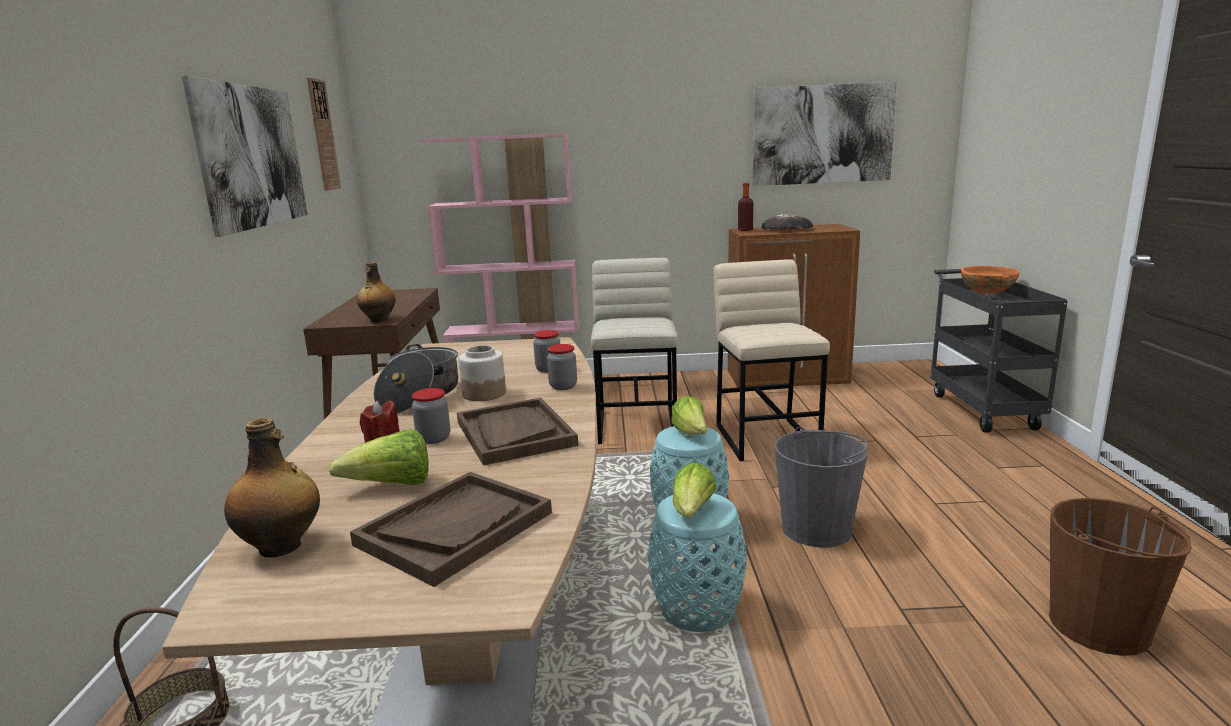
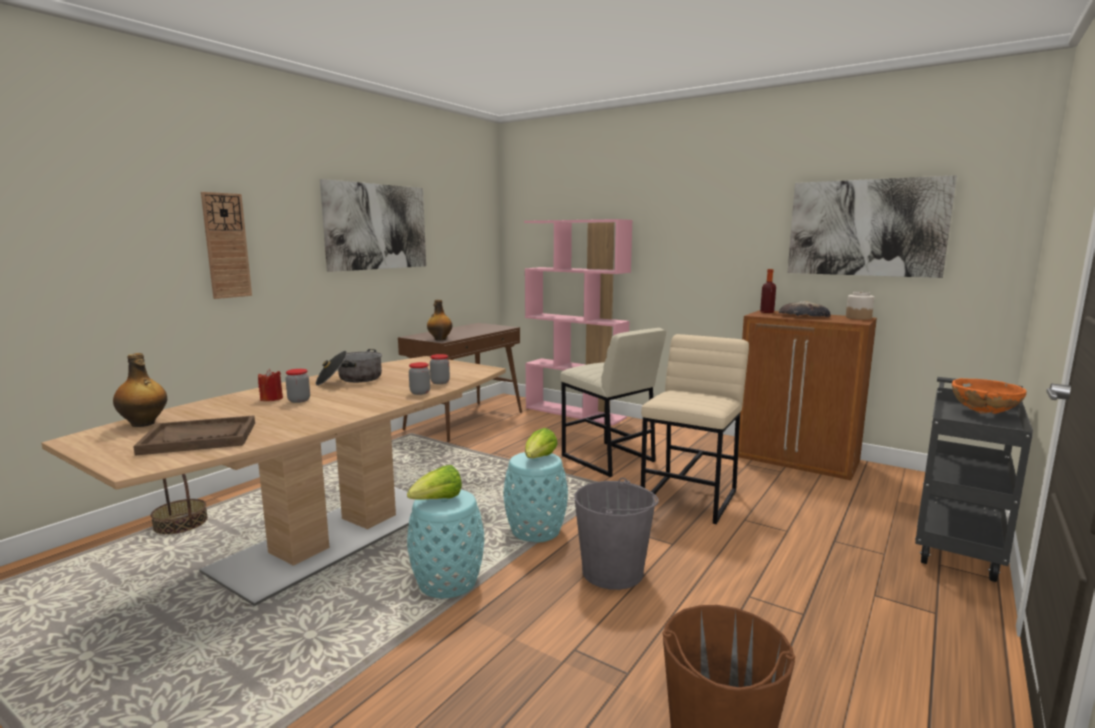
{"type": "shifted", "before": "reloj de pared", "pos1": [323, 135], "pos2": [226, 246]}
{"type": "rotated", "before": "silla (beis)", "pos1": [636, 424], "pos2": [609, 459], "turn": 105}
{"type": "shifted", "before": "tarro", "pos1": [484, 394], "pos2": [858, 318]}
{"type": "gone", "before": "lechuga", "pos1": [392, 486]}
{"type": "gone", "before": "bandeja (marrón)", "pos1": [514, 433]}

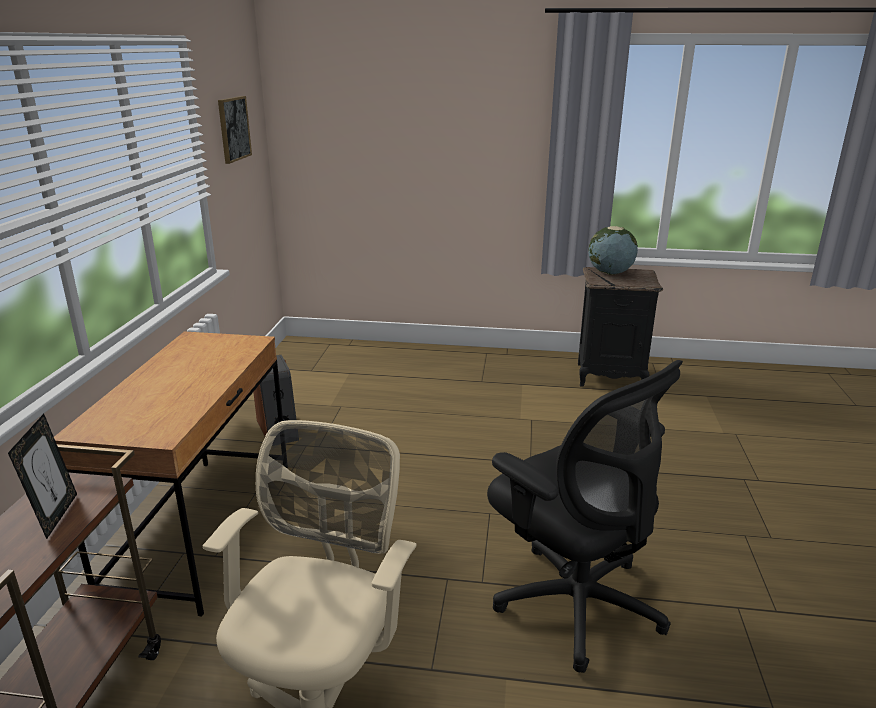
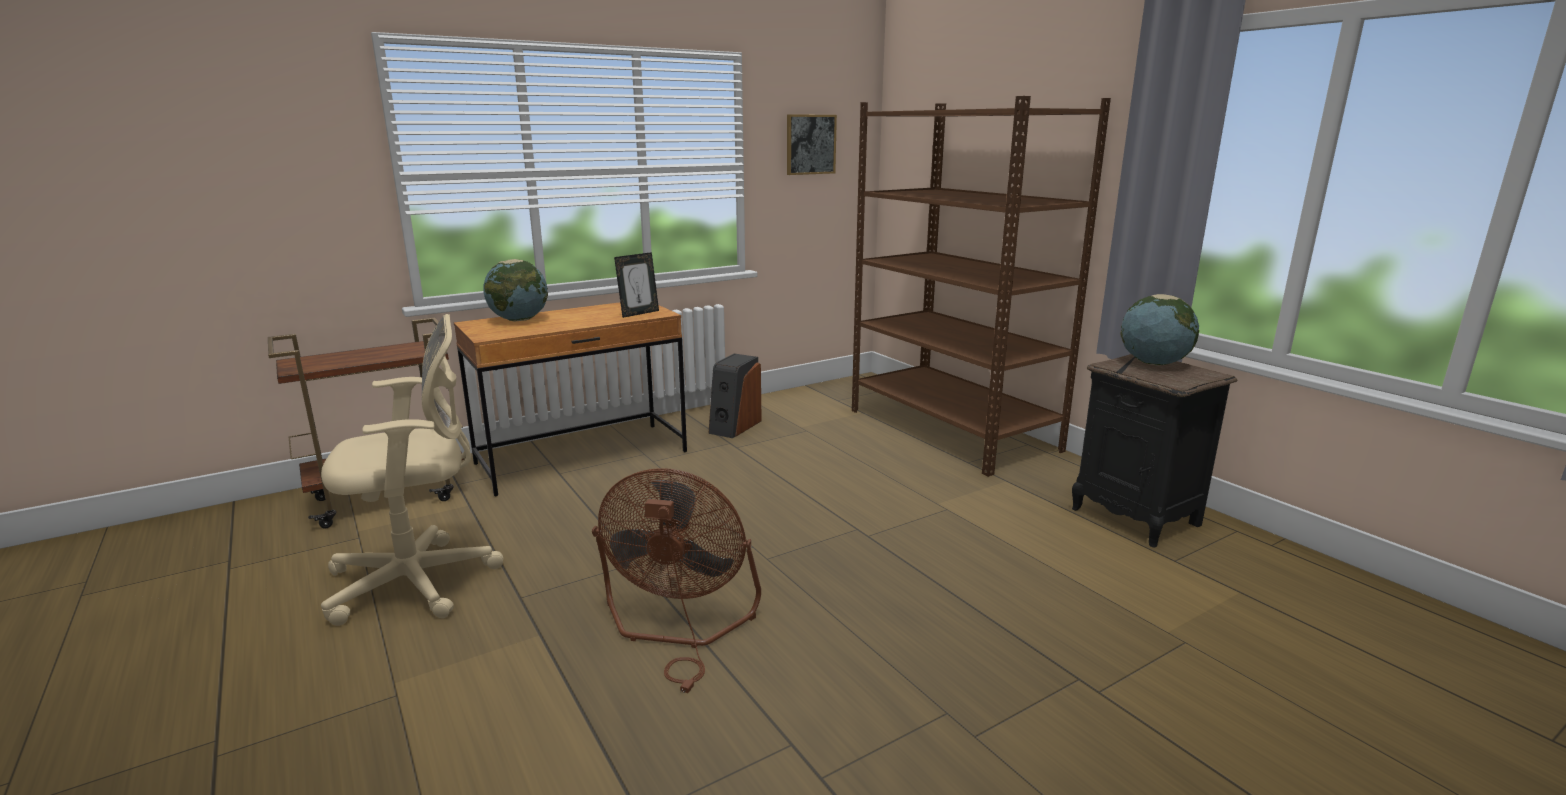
{"type": "new", "after": "globo terráqueo", "pos2": [519, 320]}
{"type": "swapped", "before": "silla de oficina (negro)", "after": "ventilador (marrón)", "pos1": [567, 599], "pos2": [676, 629]}
{"type": "shifted", "before": "portarretratos", "pos1": [56, 516], "pos2": [639, 313]}
{"type": "new", "after": "estantería (marrón)", "pos2": [951, 430]}

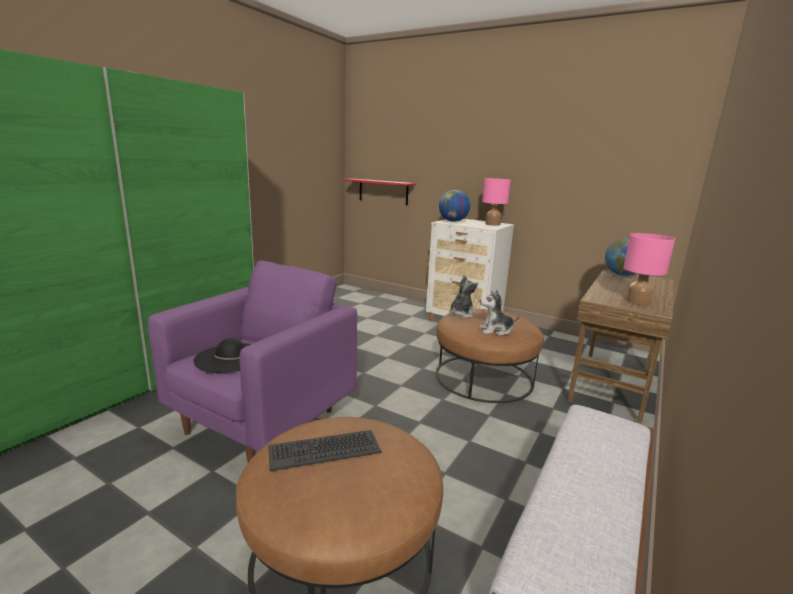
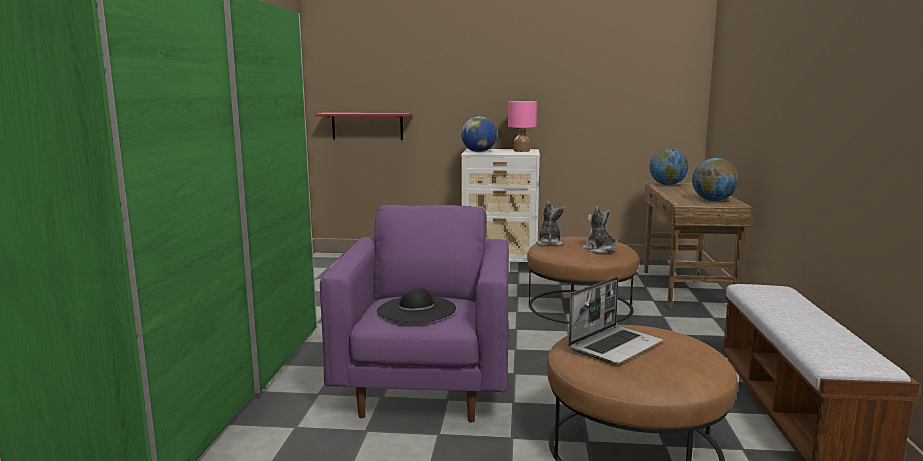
{"type": "swapped", "before": "teclado", "after": "portátil", "pos1": [324, 449], "pos2": [615, 345]}
{"type": "rotated", "before": "peluche", "pos1": [496, 330], "pos2": [599, 250], "turn": 90}
{"type": "swapped", "before": "lámpara de mesa (rosa)", "after": "globo terráqueo", "pos1": [637, 301], "pos2": [713, 200]}

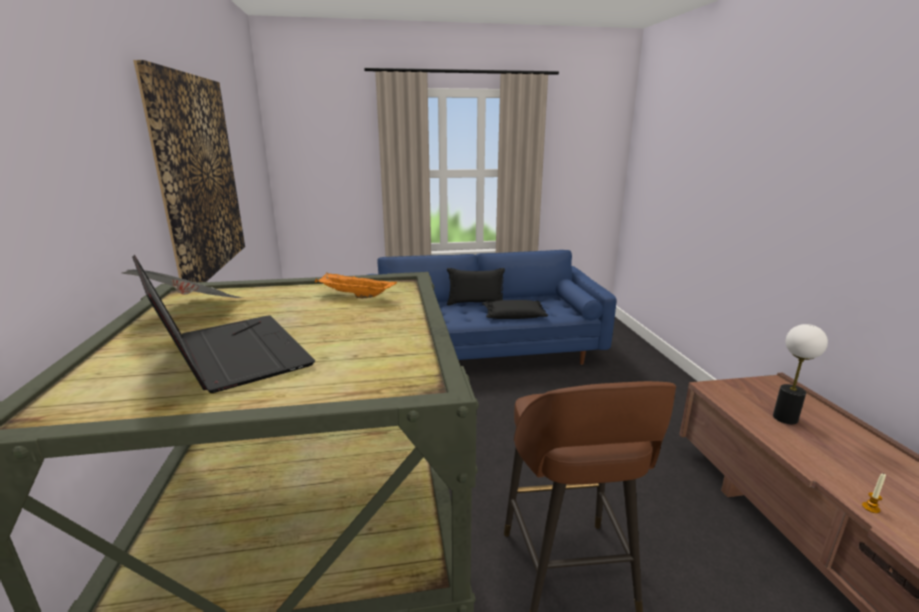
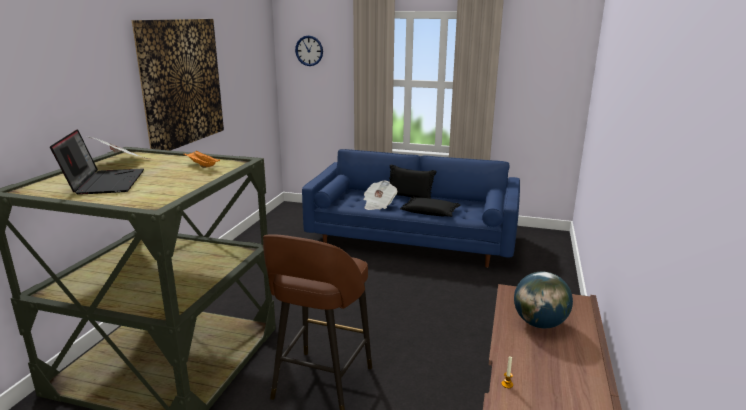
{"type": "new", "after": "reloj de pared", "pos2": [309, 50]}
{"type": "new", "after": "periódico", "pos2": [378, 205]}
{"type": "swapped", "before": "lámpara de mesa", "after": "globo terráqueo", "pos1": [785, 418], "pos2": [539, 323]}

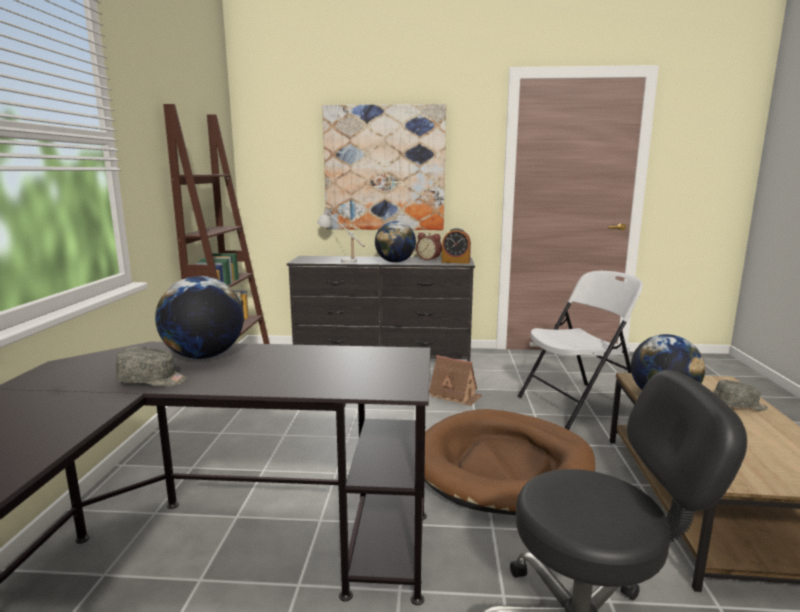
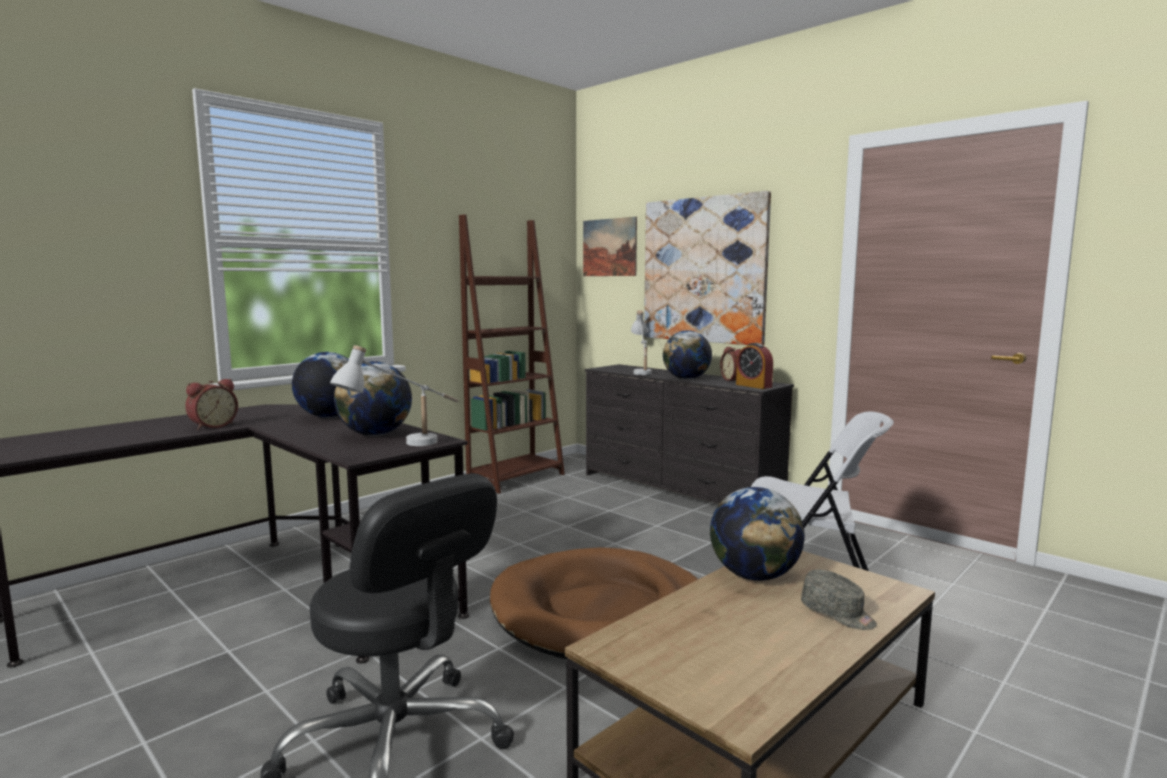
{"type": "new", "after": "despertador", "pos2": [212, 426]}
{"type": "new", "after": "lámpara de mesa (blanco)", "pos2": [403, 447]}
{"type": "new", "after": "globo terráqueo", "pos2": [375, 434]}
{"type": "new", "after": "cuadro", "pos2": [609, 247]}
{"type": "gone", "before": "gorra (gris)", "pos1": [153, 380]}
{"type": "gone", "before": "casita", "pos1": [455, 395]}

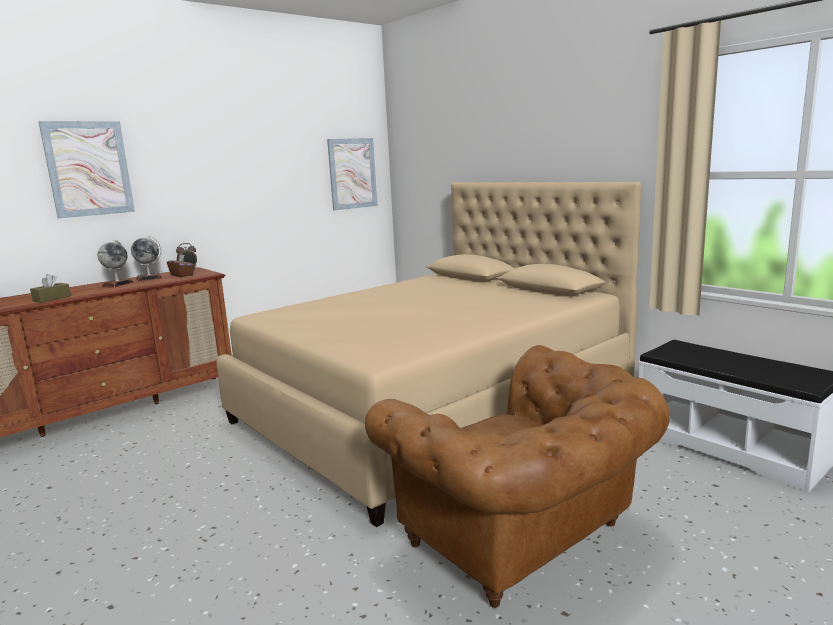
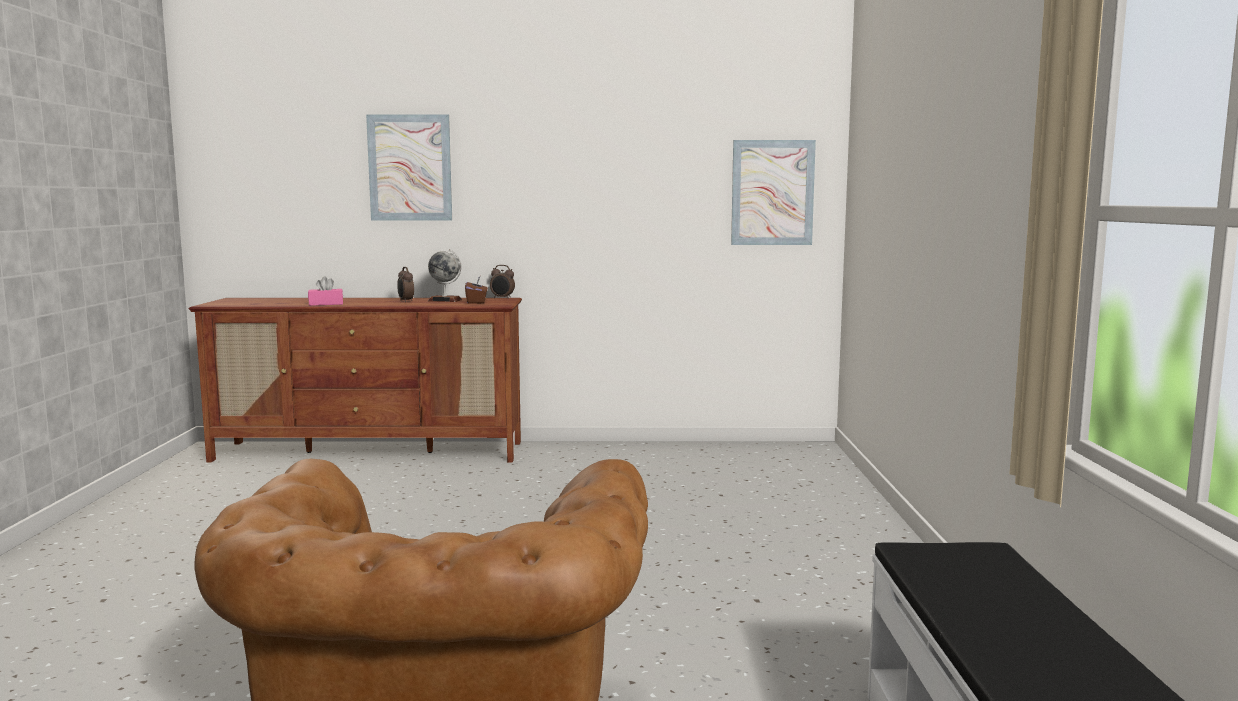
{"type": "repainted", "before": "caja de pañuelos (marrón)", "after": "caja de pañuelos (rosa)", "pos1": [52, 298], "pos2": [326, 304]}
{"type": "swapped", "before": "globo terráqueo", "after": "despertador", "pos1": [118, 284], "pos2": [405, 301]}
{"type": "gone", "before": "cama (beis)", "pos1": [433, 407]}

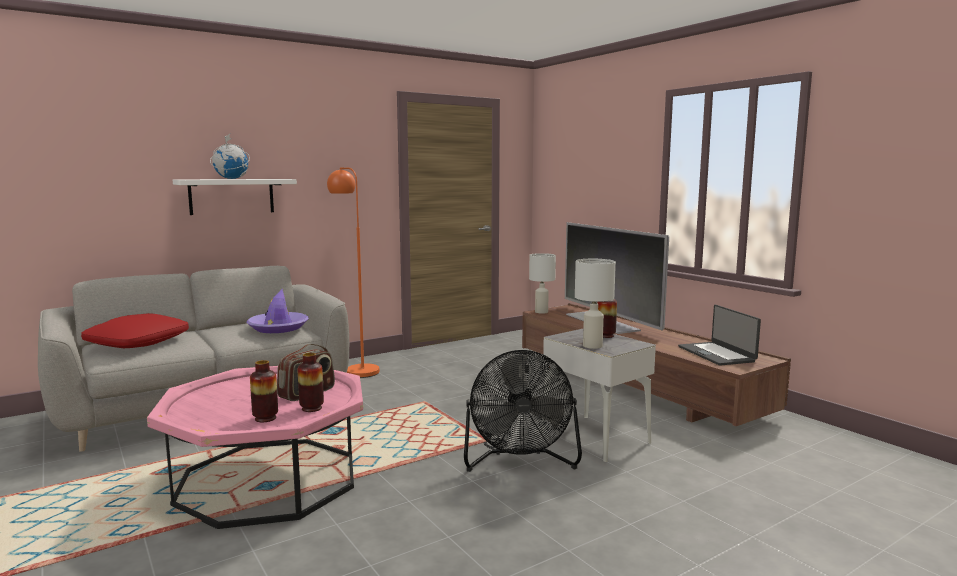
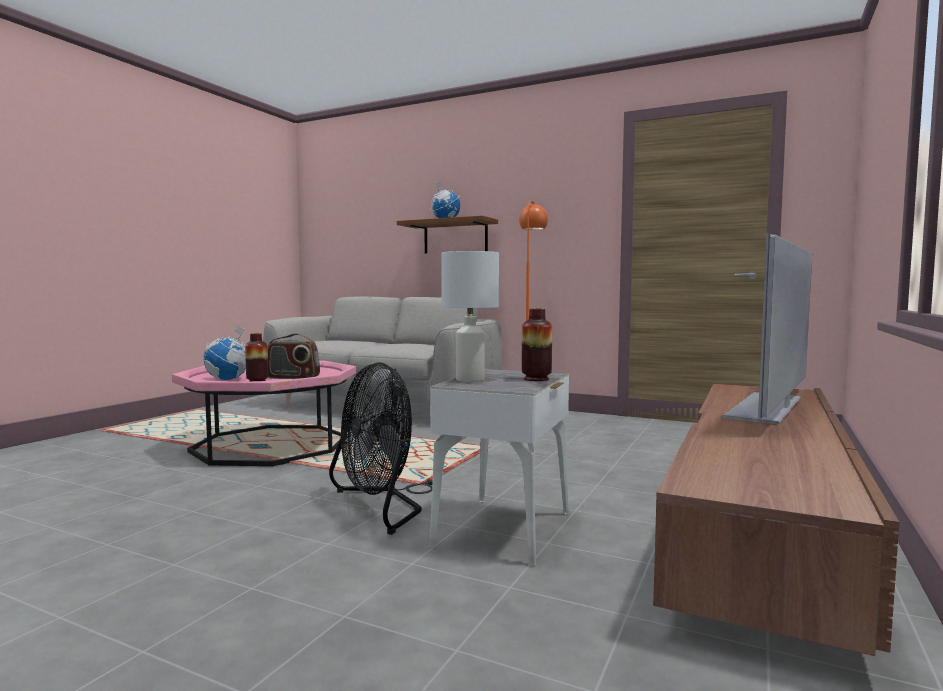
{"type": "swapped", "before": "florero", "after": "globo terráqueo", "pos1": [265, 418], "pos2": [228, 380]}
{"type": "repainted", "before": "estante (blanco)", "after": "estante (marrón)", "pos1": [232, 196], "pos2": [455, 237]}
{"type": "gone", "before": "cojín (rojo)", "pos1": [137, 342]}
{"type": "gone", "before": "sombrero (morado)", "pos1": [278, 328]}
{"type": "gone", "before": "lámpara de mesa (blanco)", "pos1": [541, 312]}
{"type": "gone", "before": "portátil", "pos1": [717, 354]}

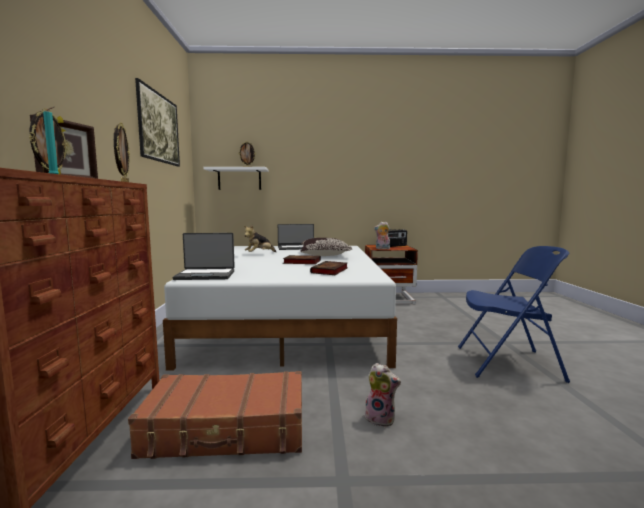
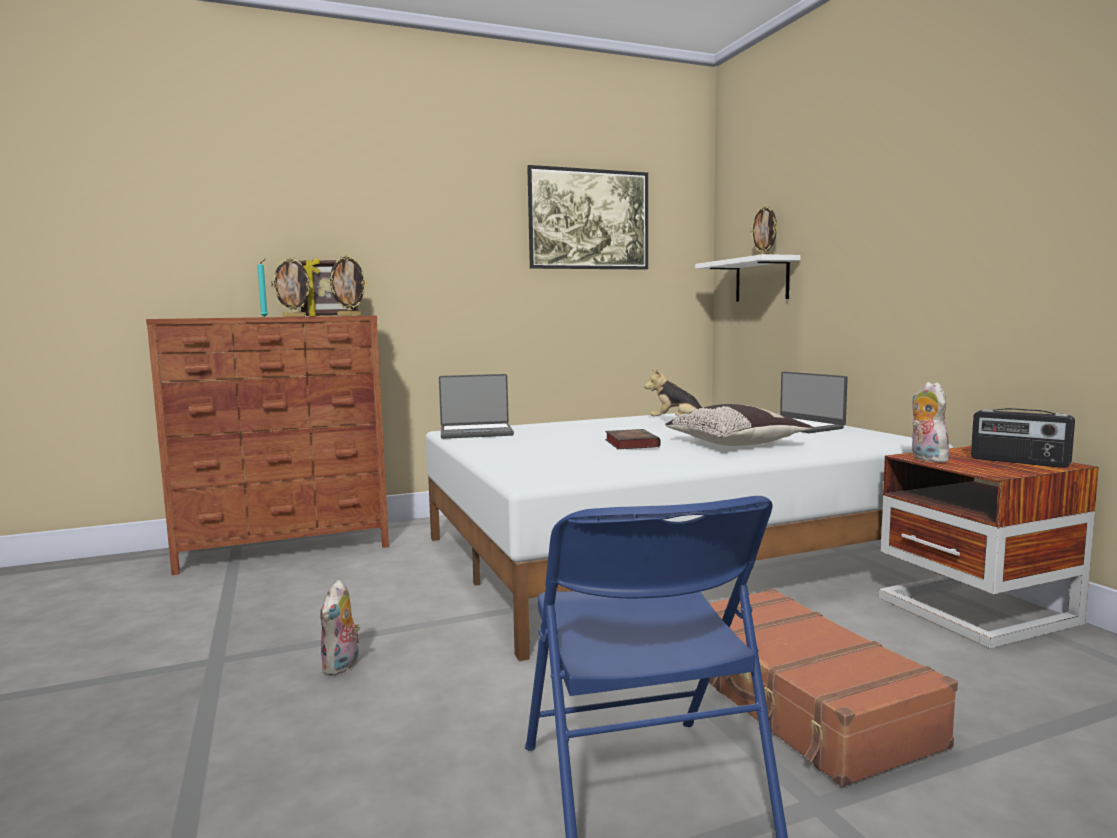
{"type": "rotated", "before": "portátil", "pos1": [205, 275], "pos2": [476, 432], "turn": -75}
{"type": "shifted", "before": "maleta (marrón)", "pos1": [227, 430], "pos2": [798, 701]}
{"type": "gone", "before": "libro", "pos1": [329, 271]}

